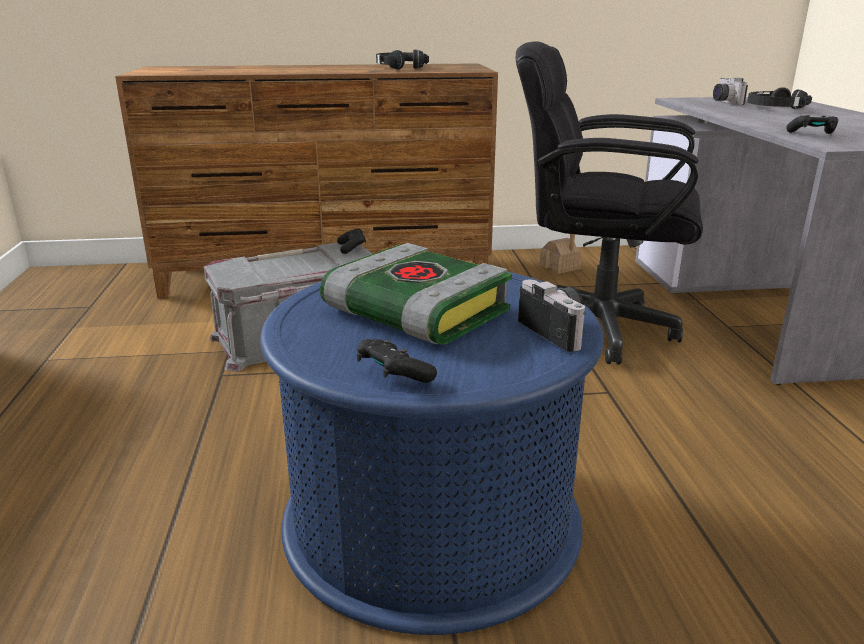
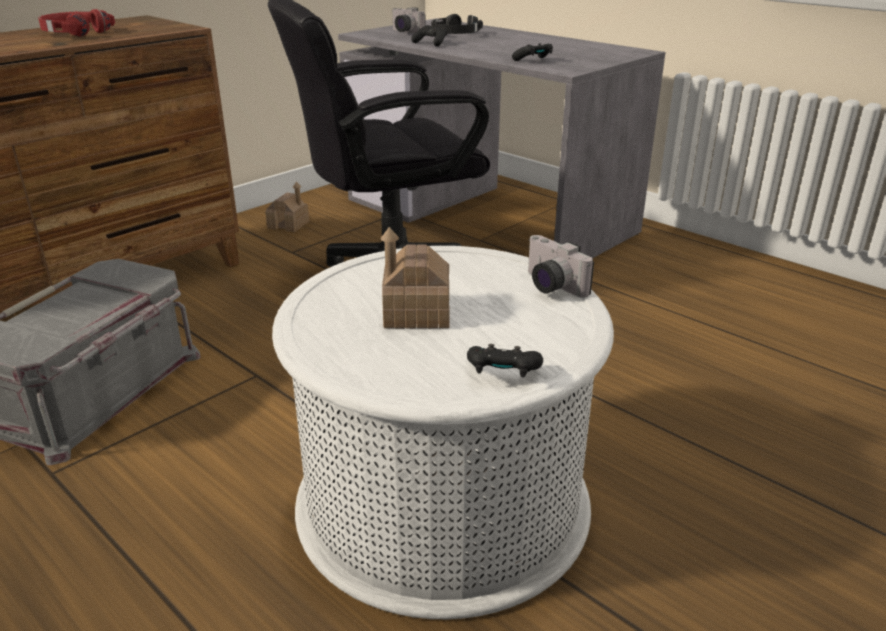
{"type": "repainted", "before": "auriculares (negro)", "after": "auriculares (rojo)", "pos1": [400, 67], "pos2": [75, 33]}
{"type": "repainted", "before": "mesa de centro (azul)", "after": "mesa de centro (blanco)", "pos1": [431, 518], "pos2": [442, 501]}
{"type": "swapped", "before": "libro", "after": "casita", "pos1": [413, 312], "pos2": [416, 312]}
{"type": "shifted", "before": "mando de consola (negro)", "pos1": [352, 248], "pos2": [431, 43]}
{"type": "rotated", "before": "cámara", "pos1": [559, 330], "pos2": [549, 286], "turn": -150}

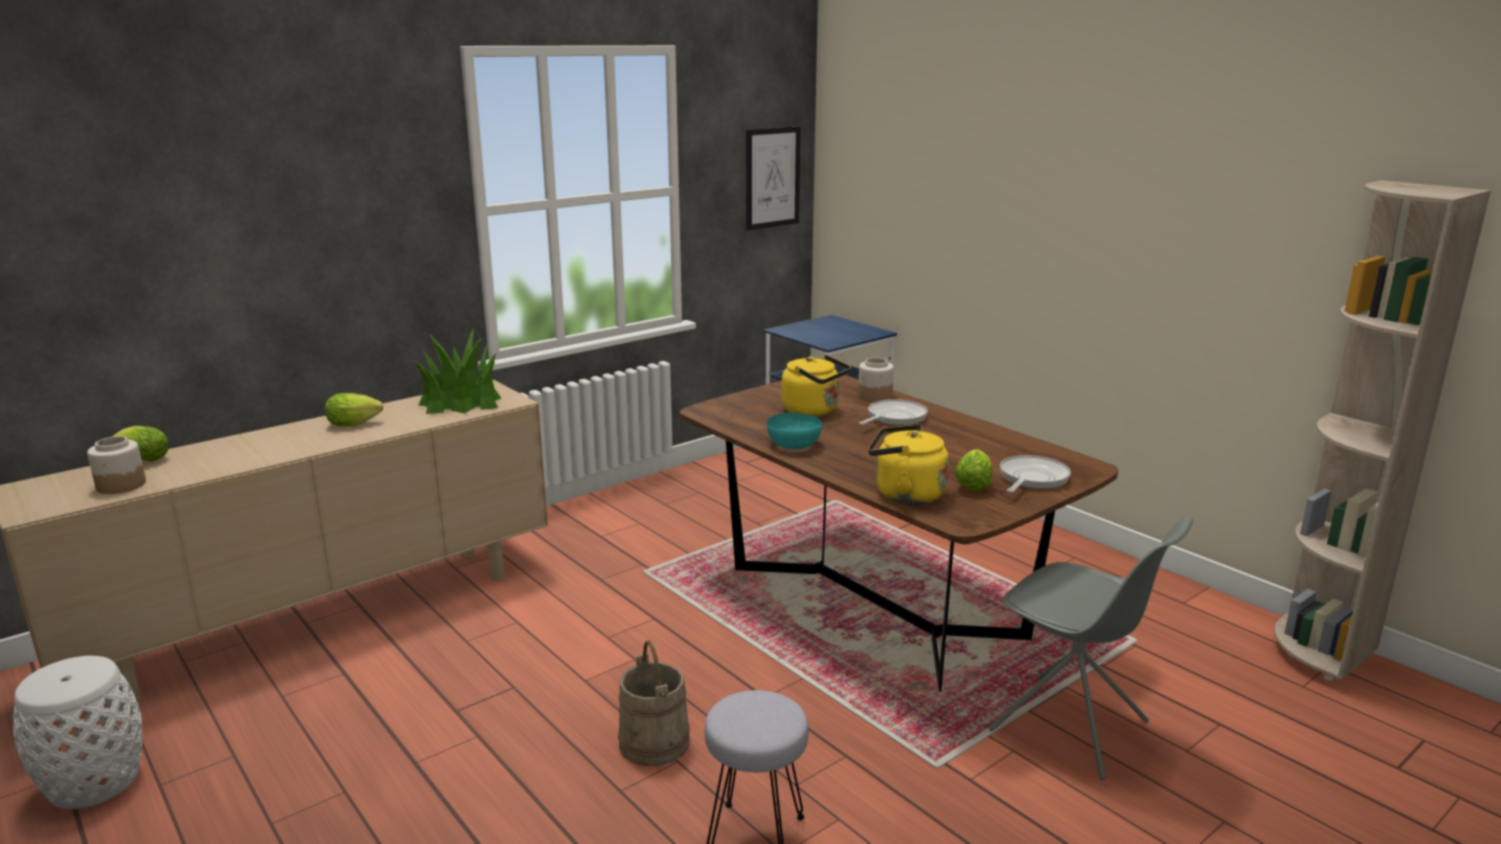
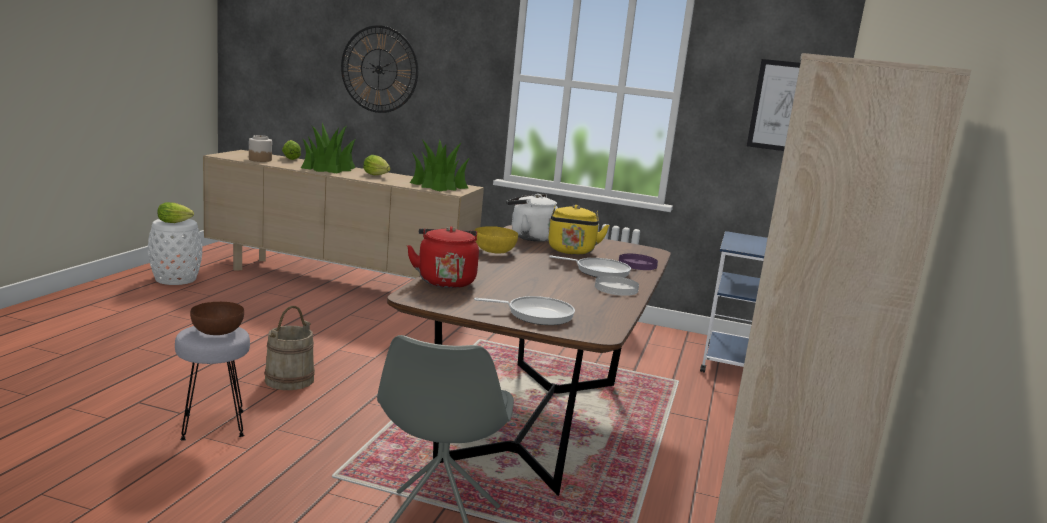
{"type": "shifted", "before": "lechuga", "pos1": [973, 484], "pos2": [176, 222]}
{"type": "new", "after": "cuenco (marrón)", "pos2": [218, 331]}
{"type": "new", "after": "planta en maceta", "pos2": [328, 168]}
{"type": "new", "after": "reloj de pared", "pos2": [379, 69]}
{"type": "repainted", "before": "hervidor (amarillo)", "after": "hervidor (rojo)", "pos1": [905, 494], "pos2": [445, 280]}
{"type": "repainted", "before": "cuenco (turquesa)", "after": "cuenco (amarillo)", "pos1": [793, 445], "pos2": [494, 250]}
{"type": "new", "after": "hervidor (blanco)", "pos2": [530, 237]}
{"type": "new", "after": "plato (blanco)", "pos2": [616, 288]}
{"type": "swapped", "before": "tarro", "after": "plato (morado)", "pos1": [875, 396], "pos2": [637, 264]}

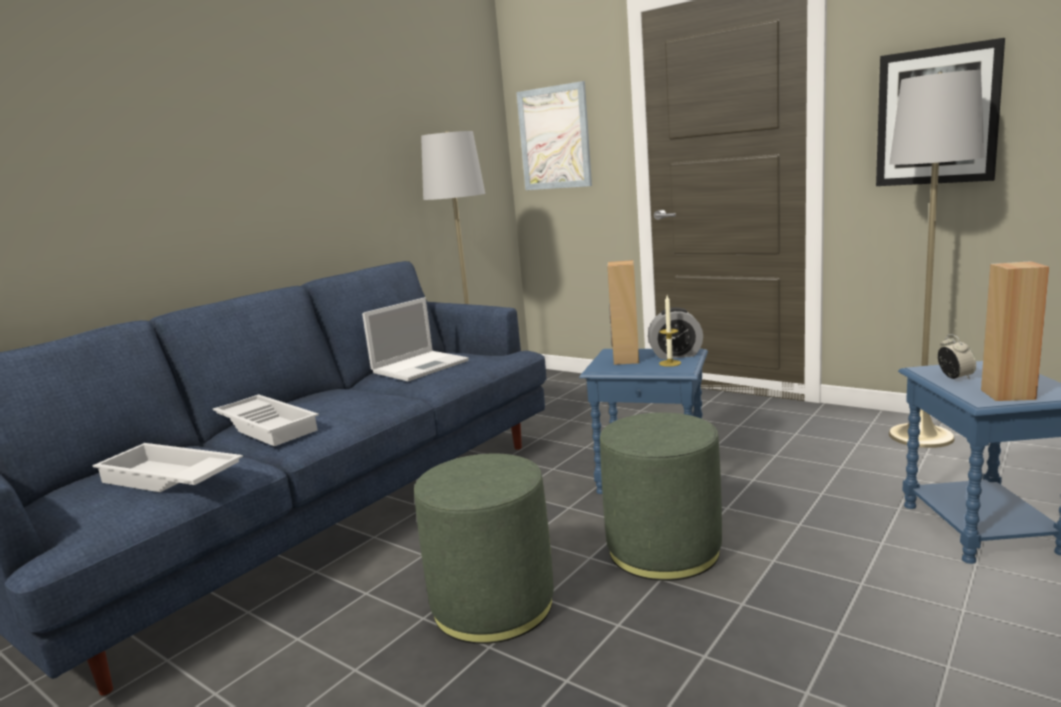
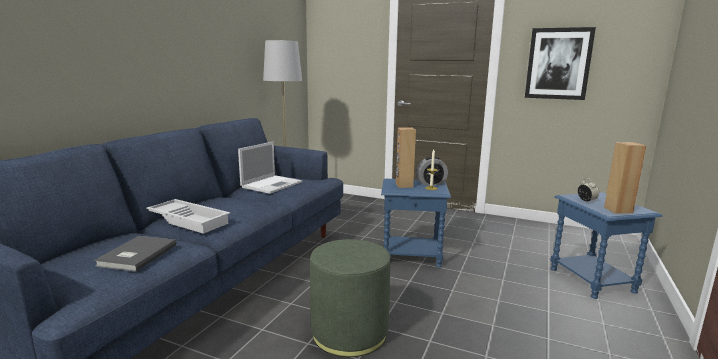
{"type": "swapped", "before": "bandeja (blanco)", "after": "libro (gris)", "pos1": [168, 479], "pos2": [135, 255]}
{"type": "gone", "before": "cuadro", "pos1": [554, 138]}
{"type": "gone", "before": "puf (verde)", "pos1": [664, 550]}
{"type": "gone", "before": "lámpara de pie (gris)", "pos1": [921, 436]}

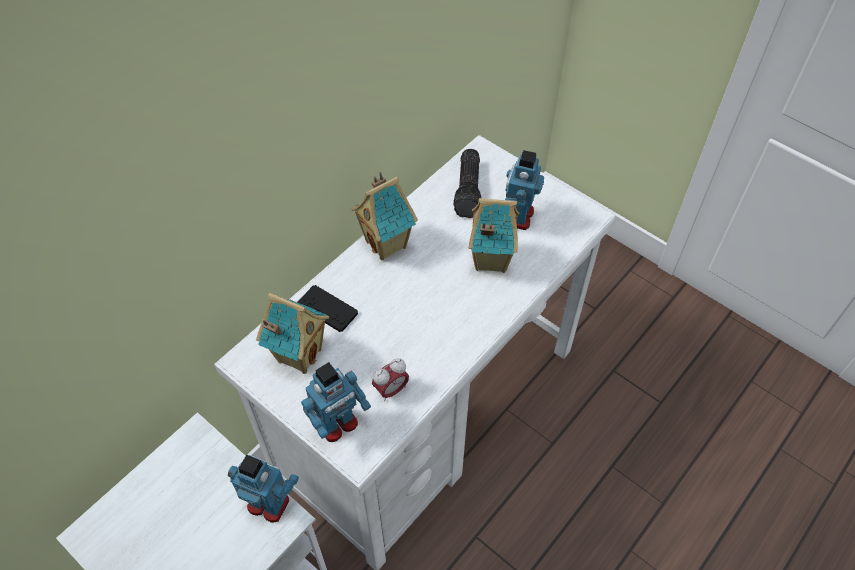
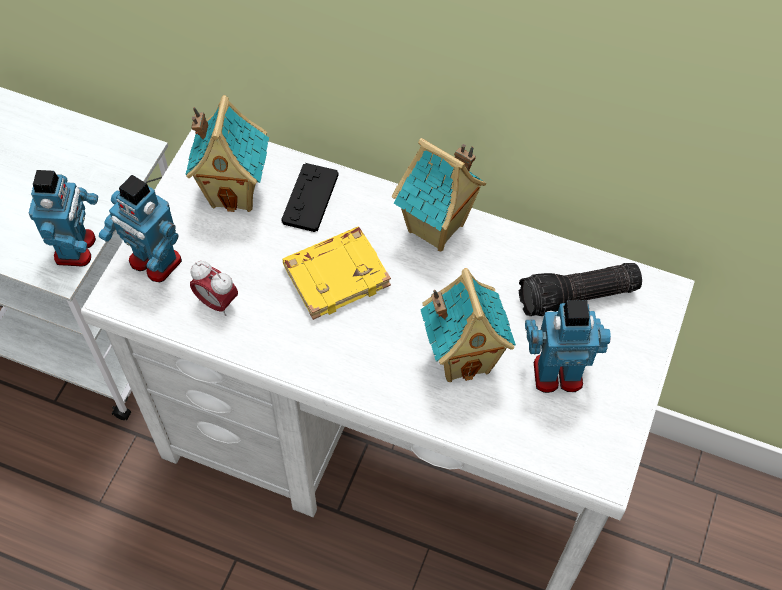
{"type": "new", "after": "libro (amarillo)", "pos2": [336, 275]}

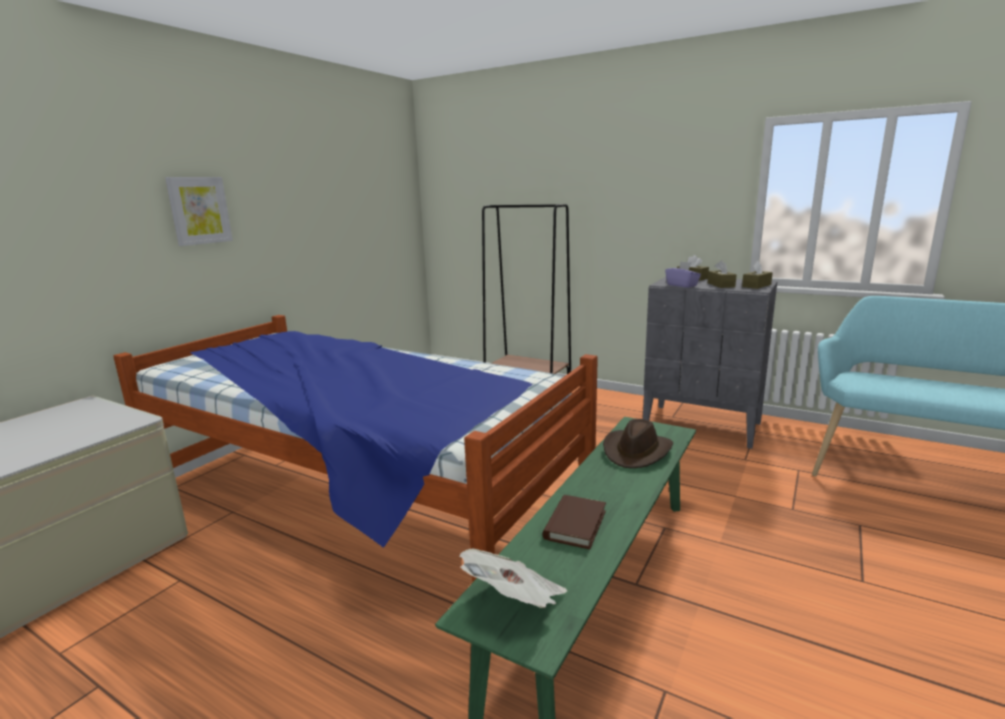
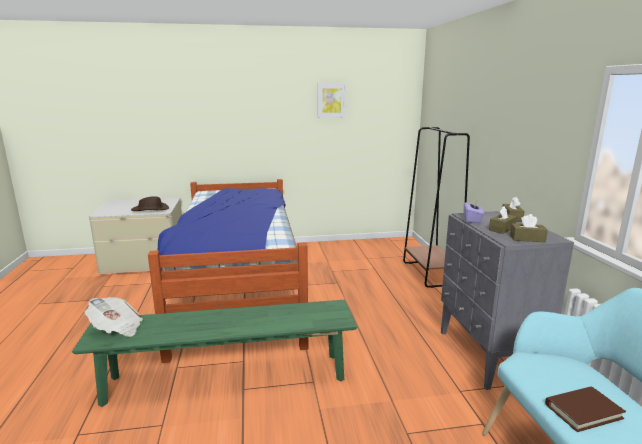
{"type": "shifted", "before": "sombrero (marrón)", "pos1": [637, 451], "pos2": [150, 209]}
{"type": "shifted", "before": "cuadro", "pos1": [199, 210], "pos2": [331, 100]}
{"type": "shifted", "before": "libro (marrón)", "pos1": [575, 524], "pos2": [583, 411]}

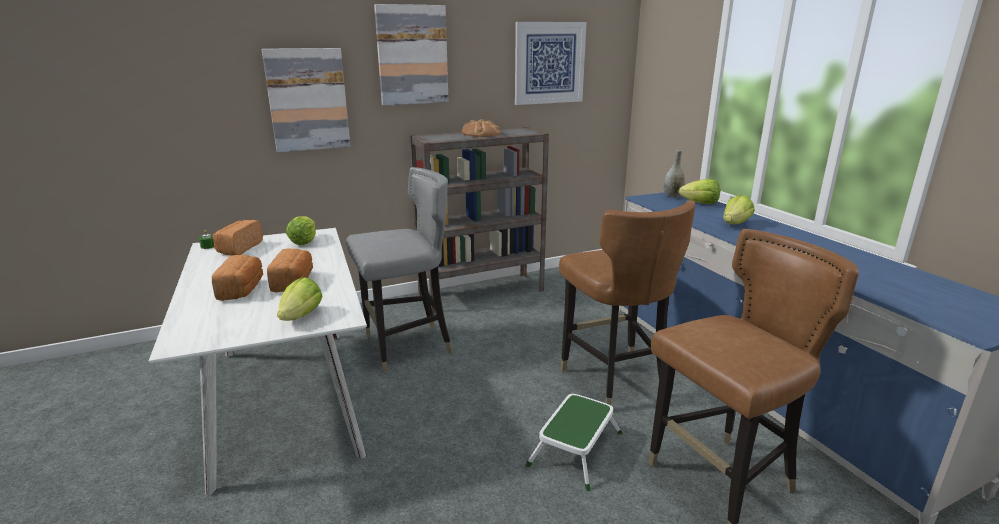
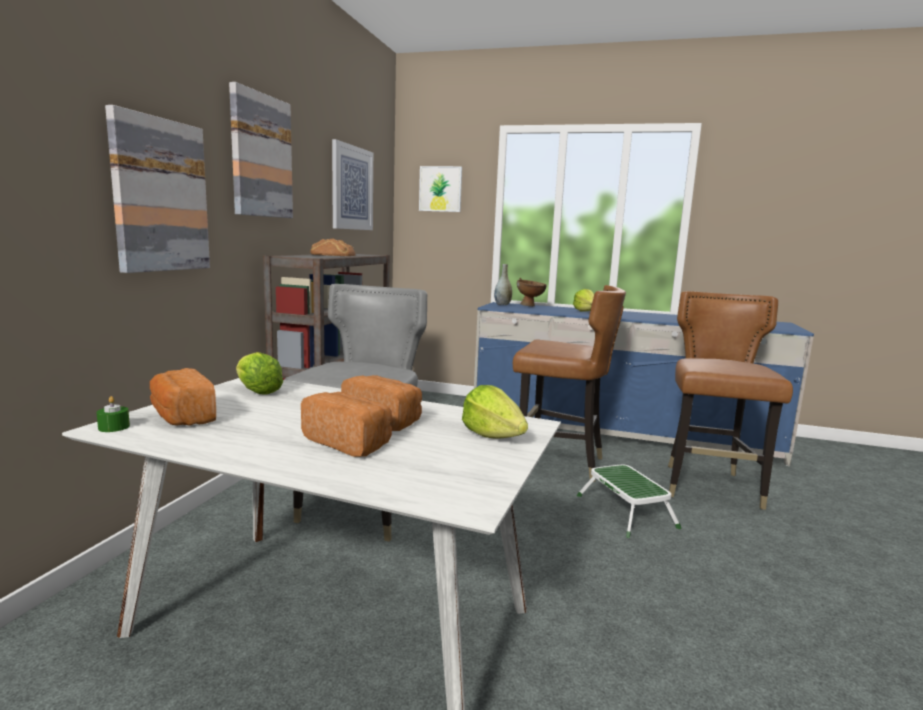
{"type": "new", "after": "cuadro", "pos2": [440, 189]}
{"type": "swapped", "before": "lechuga", "after": "cuenco (marrón)", "pos1": [700, 203], "pos2": [530, 306]}

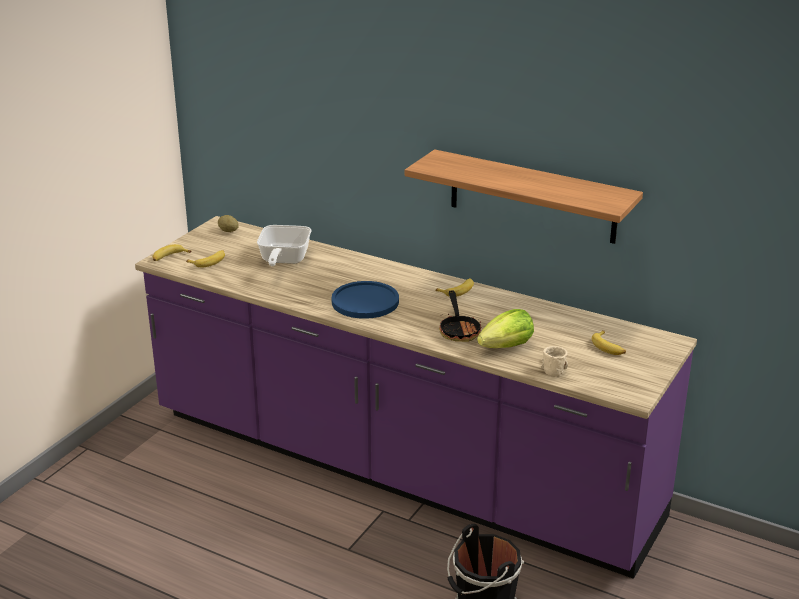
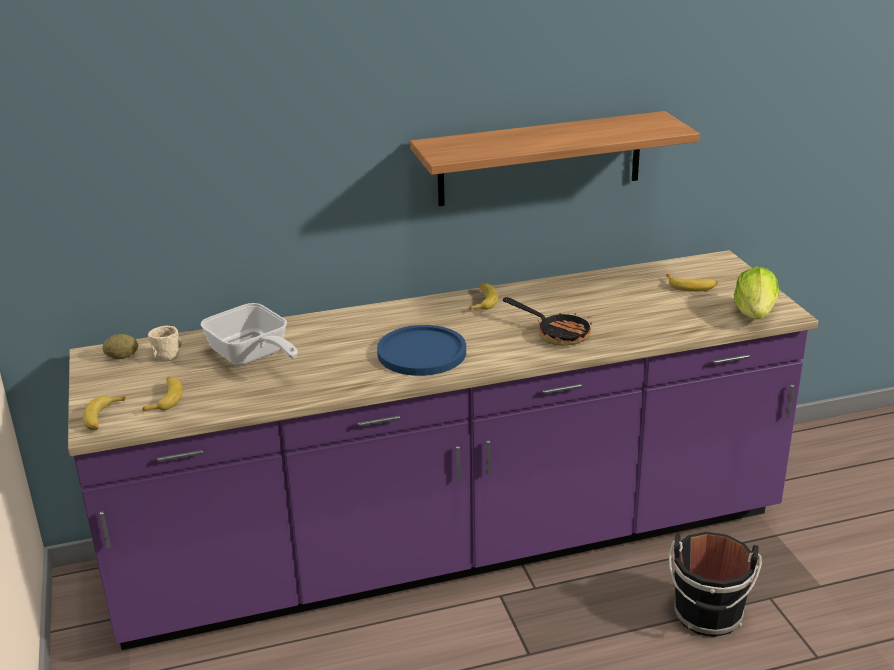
{"type": "shifted", "before": "taza grande (beis)", "pos1": [551, 368], "pos2": [161, 354]}
{"type": "shifted", "before": "lechuga", "pos1": [507, 347], "pos2": [755, 314]}

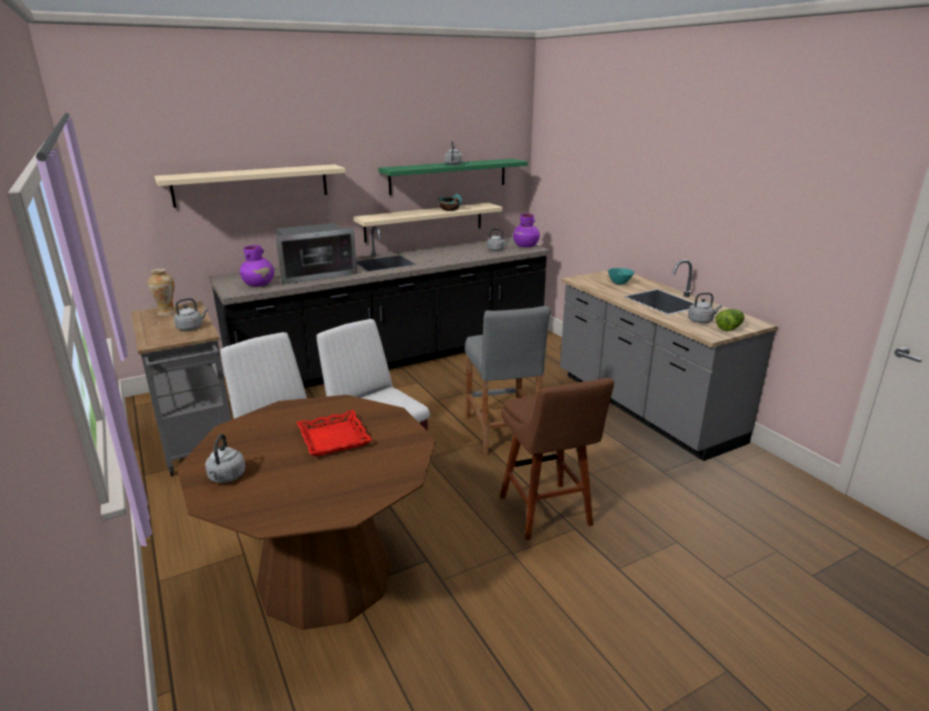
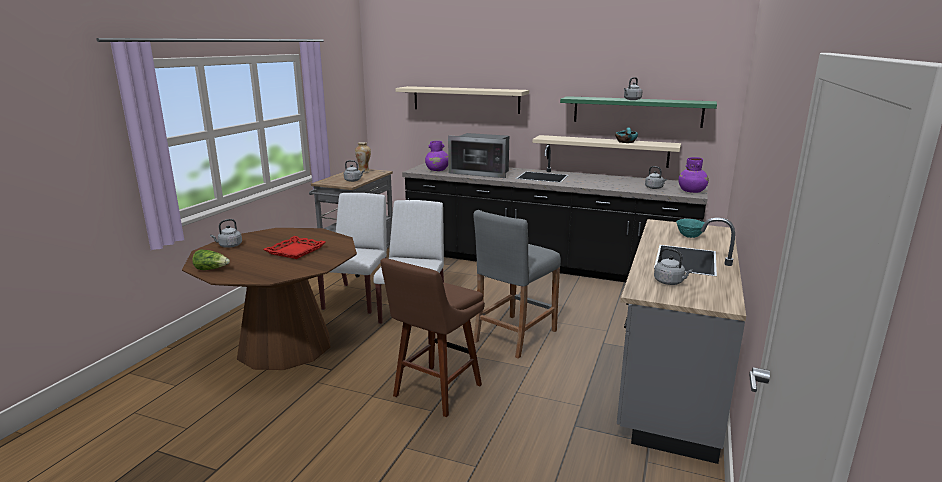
{"type": "shifted", "before": "lechuga", "pos1": [729, 328], "pos2": [212, 269]}

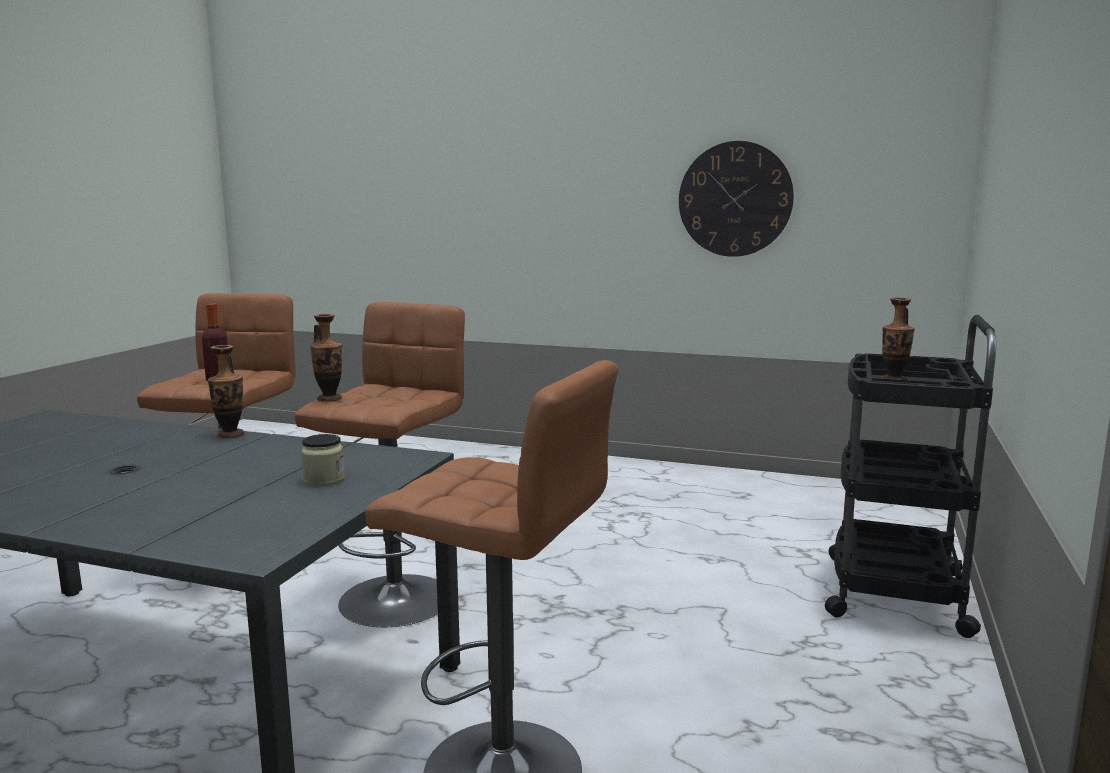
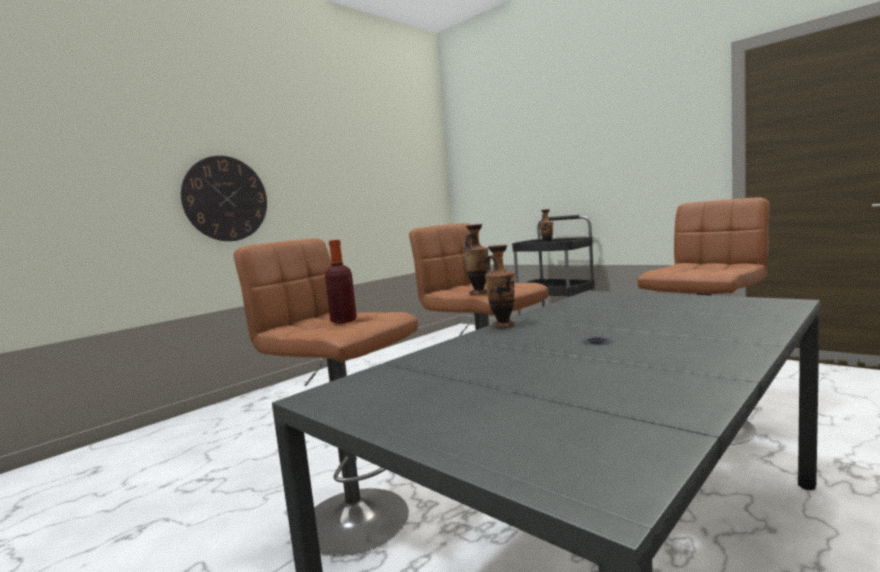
{"type": "shifted", "before": "reloj de pared", "pos1": [735, 199], "pos2": [225, 199]}
{"type": "gone", "before": "tarro", "pos1": [324, 479]}

